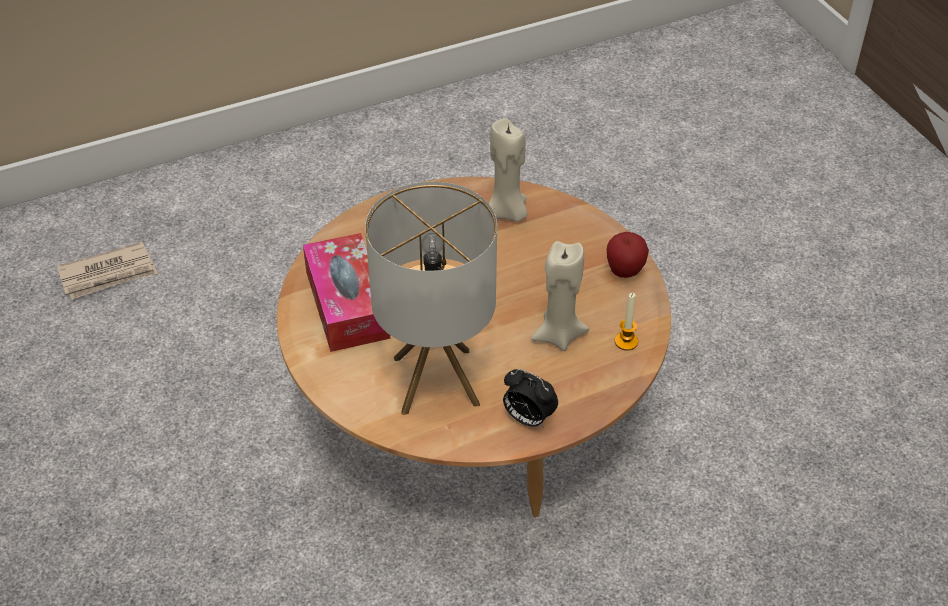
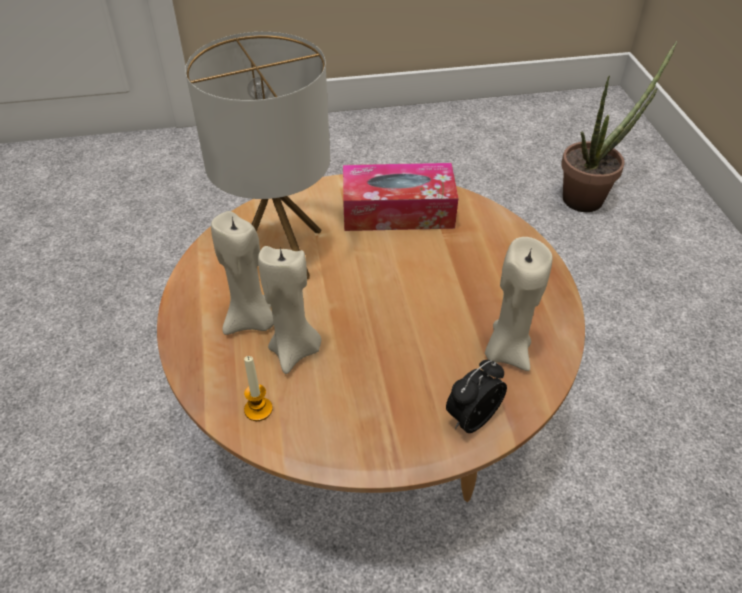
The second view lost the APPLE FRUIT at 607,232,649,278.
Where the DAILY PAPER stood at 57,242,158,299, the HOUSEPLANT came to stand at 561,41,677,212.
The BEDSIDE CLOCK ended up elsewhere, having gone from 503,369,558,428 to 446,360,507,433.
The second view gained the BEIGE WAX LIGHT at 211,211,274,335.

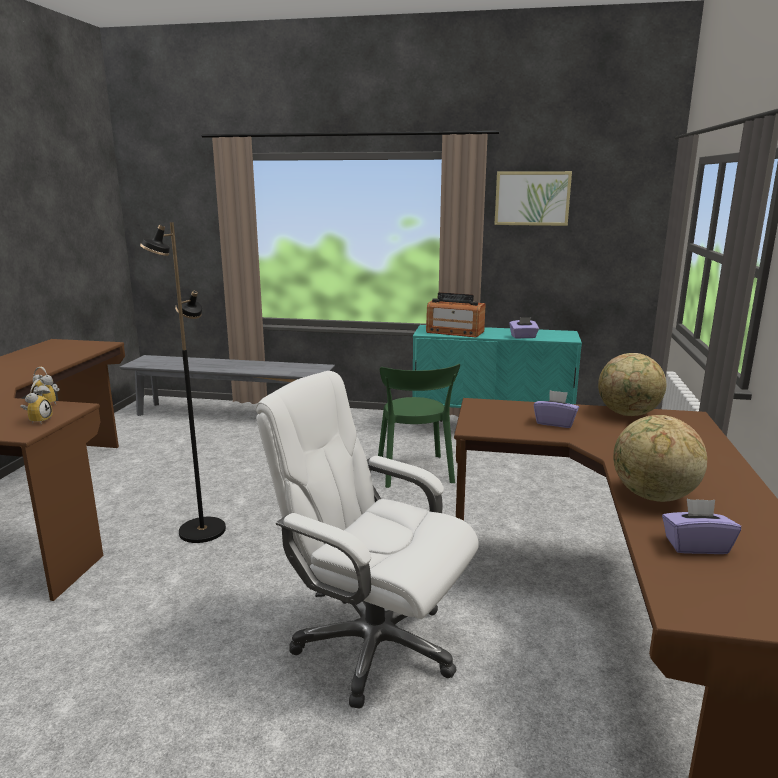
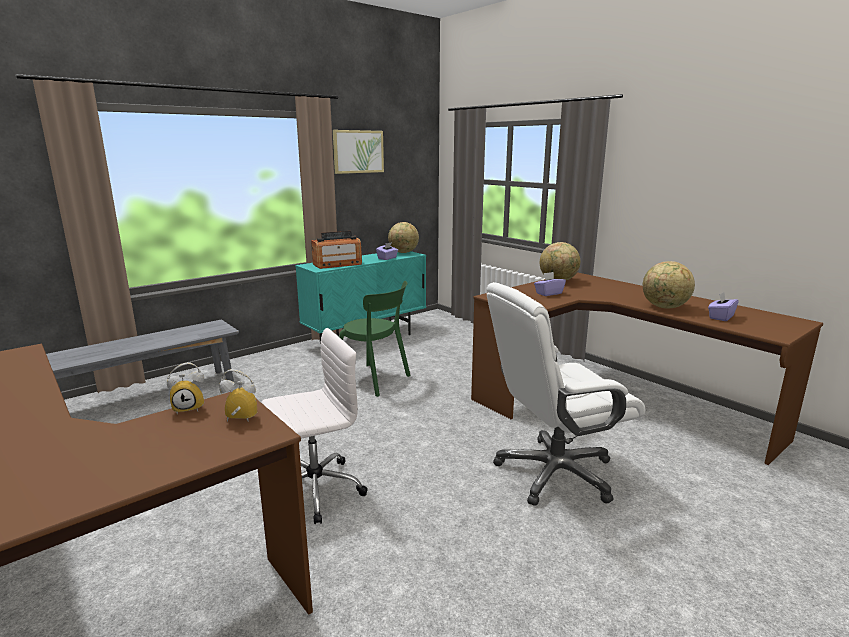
Where the BLACK-COLOURED STANDARD LAMP stood at 140,222,226,543, the WHITE DESK CHAIR came to stand at 261,328,368,524.
The BEDSIDE CLOCK at 20,379,53,424 ended up facing another way, 45 degrees counterclockwise from before.
The second view gained the WORLD GLOBE at 388,222,419,253.

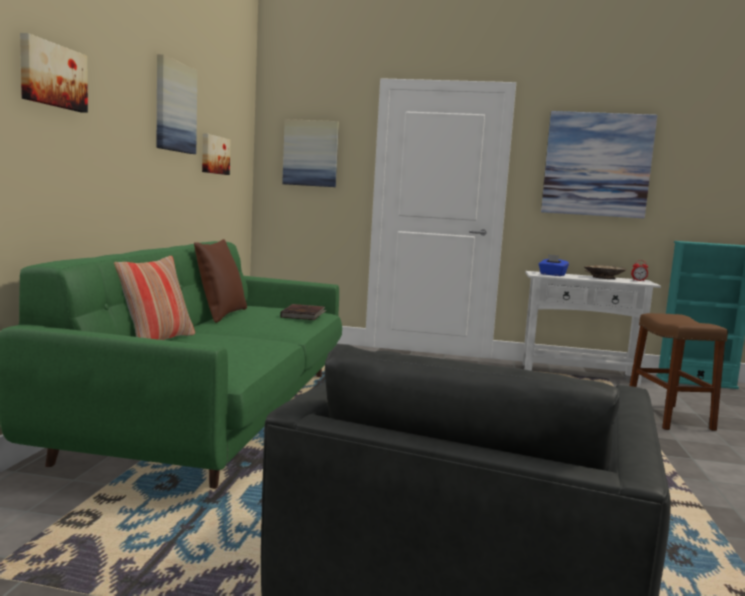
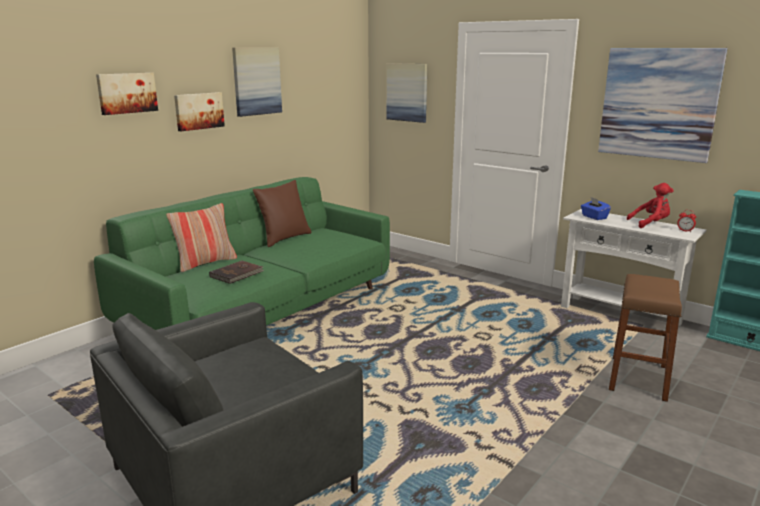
The WALL ART ended up elsewhere, having gone from 202,133,230,175 to 174,92,225,131.
Where the BEIGE DEEP DISH stood at 584,265,627,279, the REDDISH CUDDLY TOY came to stand at 627,183,674,228.
The BROWN-COLOURED VOLUME ended up elsewhere, having gone from 280,304,327,320 to 209,261,264,284.

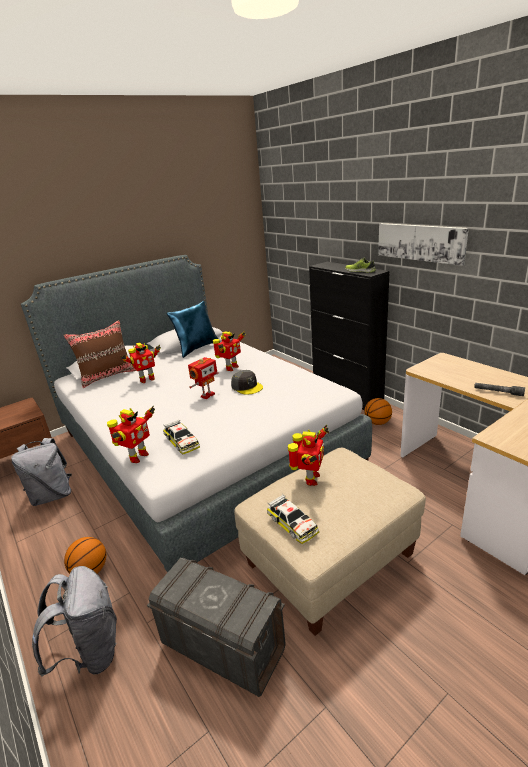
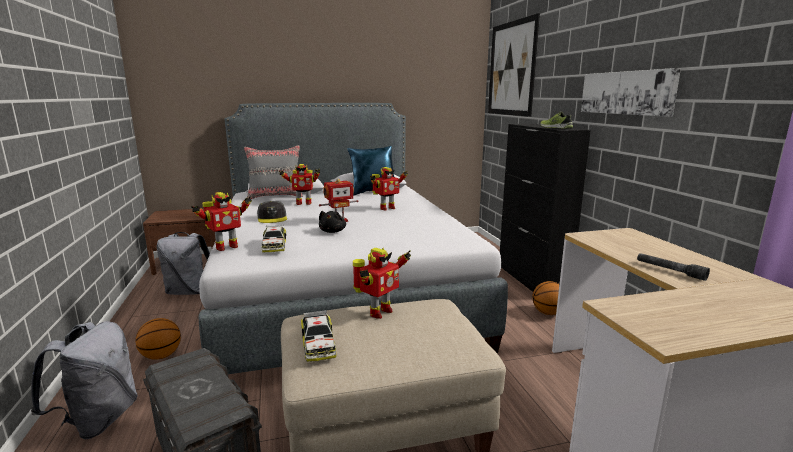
What was the BROWN-COLOURED CUSHION at 64,320,136,388 turned into the GREYISH CUSHION at 244,145,303,199.
The GREYISH PEAKED CAP ended up elsewhere, having gone from 231,370,263,395 to 257,201,287,223.
The second view gained the WALL ART at 488,13,540,117.
The second view gained the BLACK-COLOURED CUDDLY TOY at 319,211,346,233.

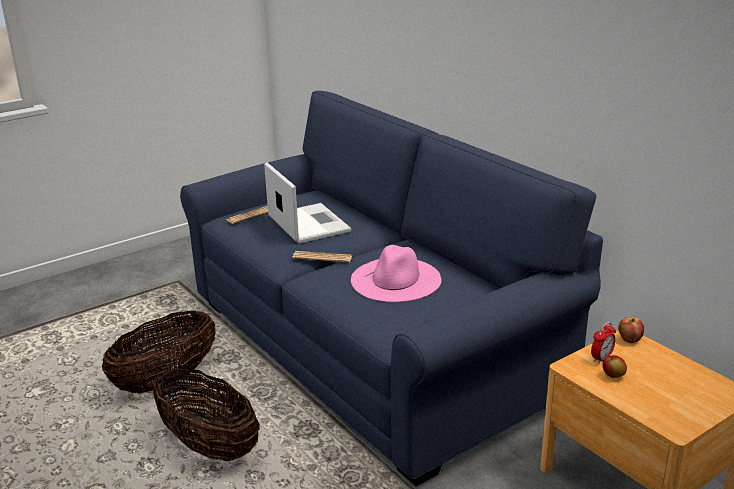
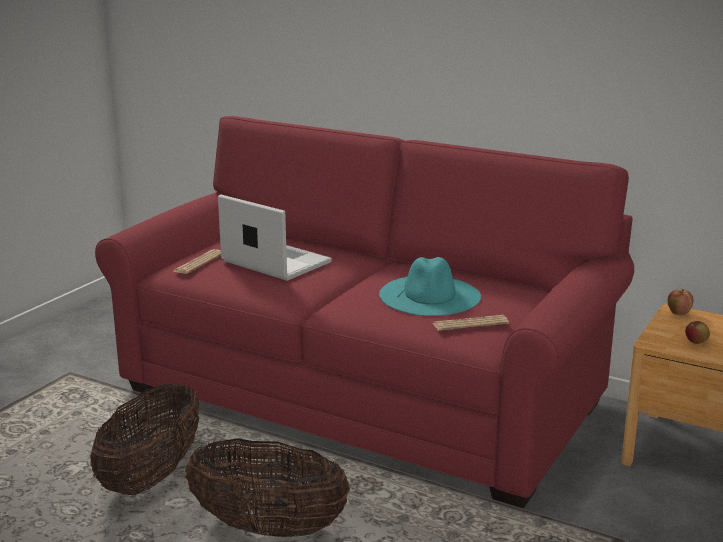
What was the BLUE-COLOURED SOFA at 180,91,603,487 turned into the REDDISH SOFA at 95,116,634,508.
What was the PINK HAT at 351,245,441,302 turned into the TURQUOISE-COLOURED HAT at 379,257,481,316.
The DAILY PAPER ended up elsewhere, having gone from 292,251,352,263 to 433,315,509,331.
The second view lost the BEDSIDE CLOCK at 591,322,616,364.

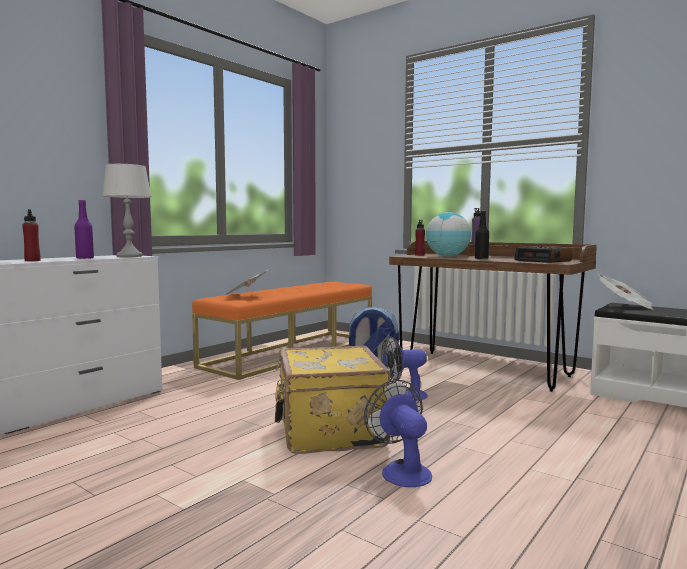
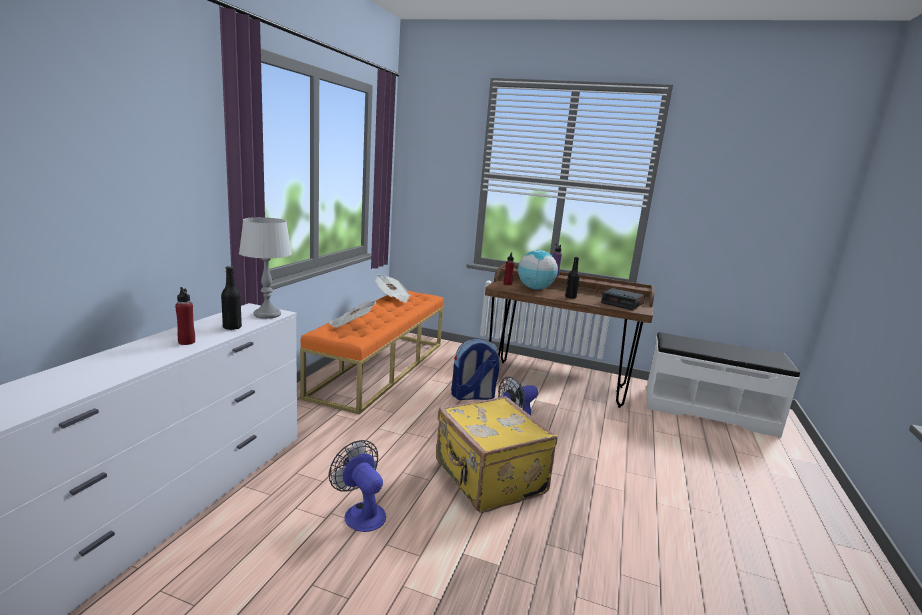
What was the PURPLE DRINK BOTTLE at 74,200,94,259 turned into the BLACK-COLOURED DRINK BOTTLE at 221,266,242,330.
The DAILY PAPER ended up elsewhere, having gone from 598,274,653,310 to 375,274,411,303.
The FAN ended up elsewhere, having gone from 364,380,432,487 to 329,440,386,532.

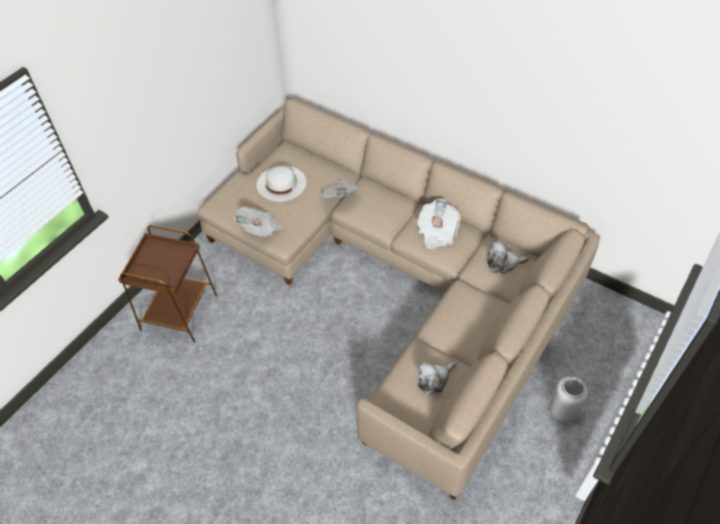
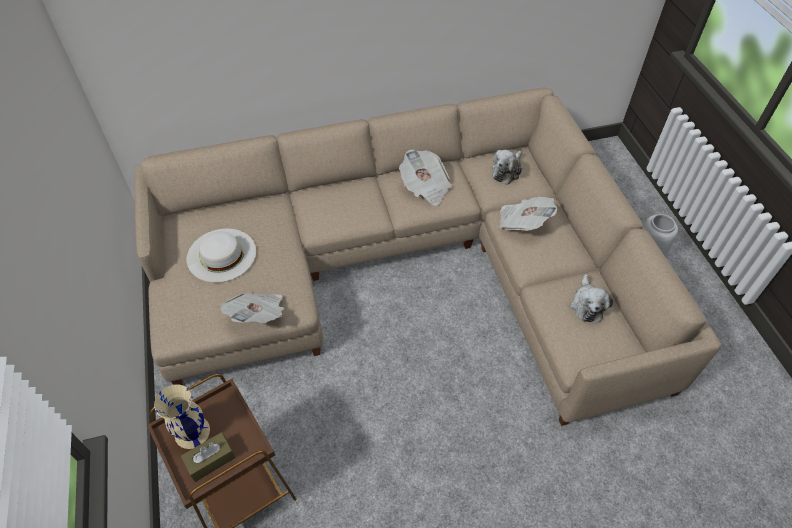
The DAILY PAPER ended up elsewhere, having gone from 320,181,360,198 to 499,196,557,231.
The second view gained the BEIGE DECORATIVE VASE at 154,384,210,449.
The second view gained the BROWN-COLOURED TISSUE HOLDER at 181,432,236,482.

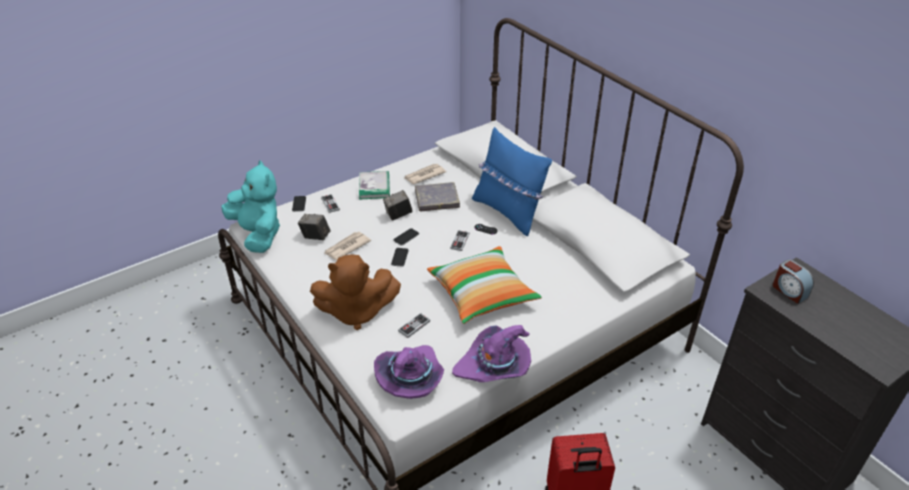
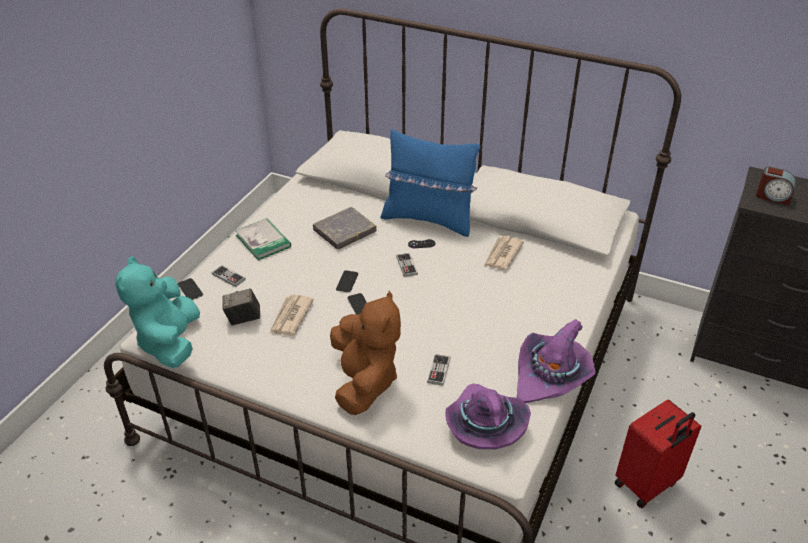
The TURQUOISE-COLOURED CUDDLY TOY at 221,160,280,253 ended up facing another way, 120 degrees counterclockwise from before.
The DAILY PAPER ended up elsewhere, having gone from 405,164,446,184 to 484,236,524,270.
The second view lost the STILL CAMERA at 383,190,413,221.
The second view lost the CUSHION at 427,246,542,324.
The BROWN-COLOURED CUDDLY TOY at 310,254,401,330 ended up facing another way, 60 degrees counterclockwise from before.

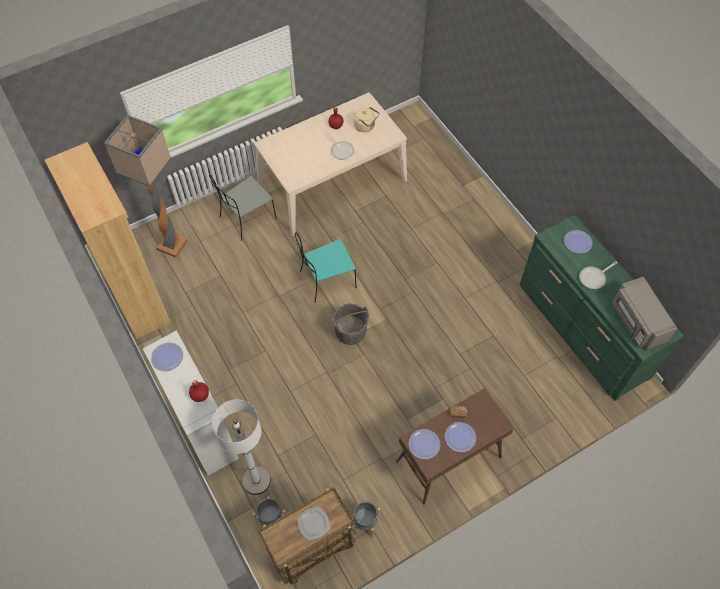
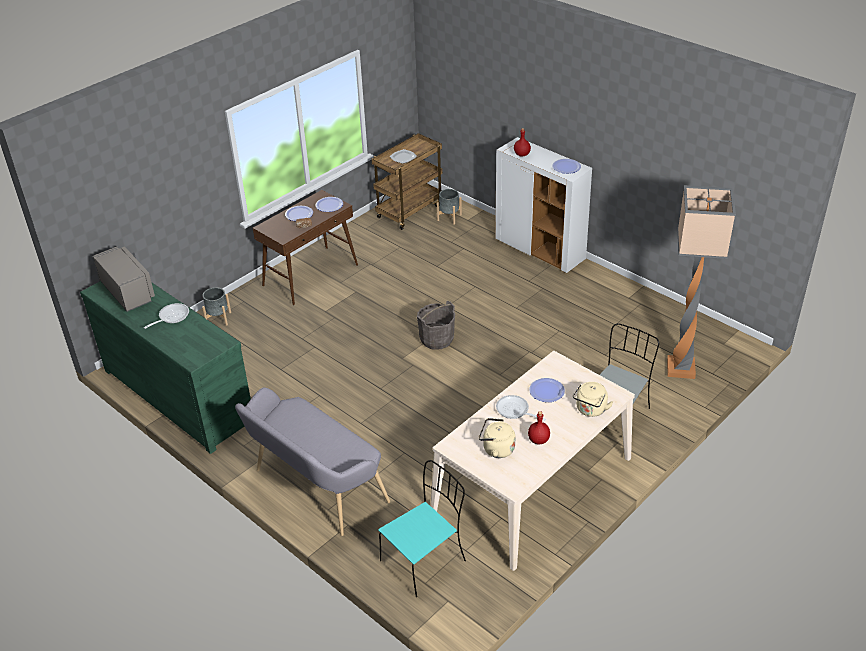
The second view lost the BROWN-COLOURED SHELVING UNIT at 45,142,171,339.
The DINNER PLATE ended up elsewhere, having gone from 564,230,593,254 to 529,378,565,402.
The TURQUOISE-COLOURED CHAIR ended up elsewhere, having gone from 295,232,357,303 to 378,460,466,597.
The second view lost the WHITE STANDARD LAMP at 212,400,271,495.
The GREYISH FLOWER POT ended up elsewhere, having gone from 352,501,380,537 to 202,287,231,326.
The second view gained the BEIGE TEA KETTLE at 573,382,613,417.
The second view gained the GREYISH INDOOR BENCH at 235,387,390,536.

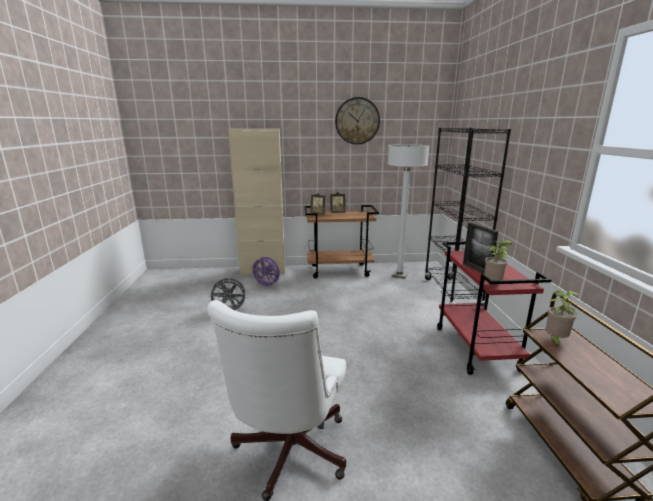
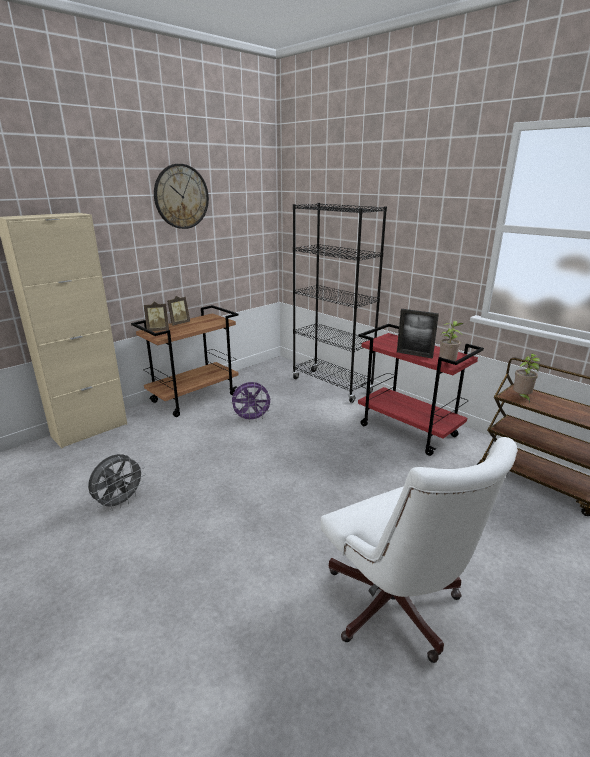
The second view lost the WHITE STANDARD LAMP at 388,144,429,279.
The PURPLE FAN ended up elsewhere, having gone from 250,257,280,289 to 230,382,273,423.

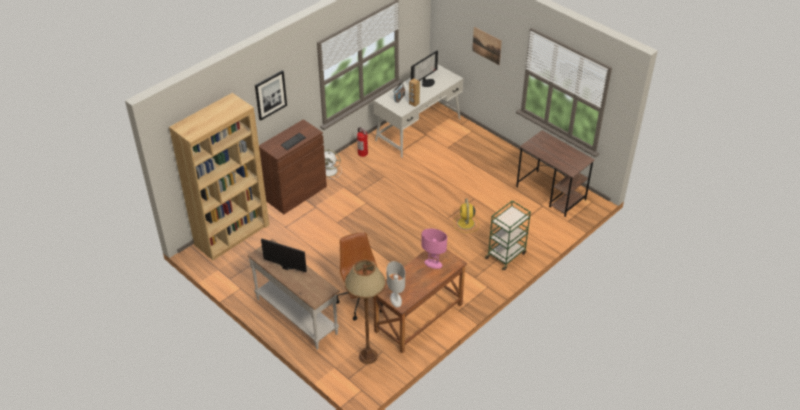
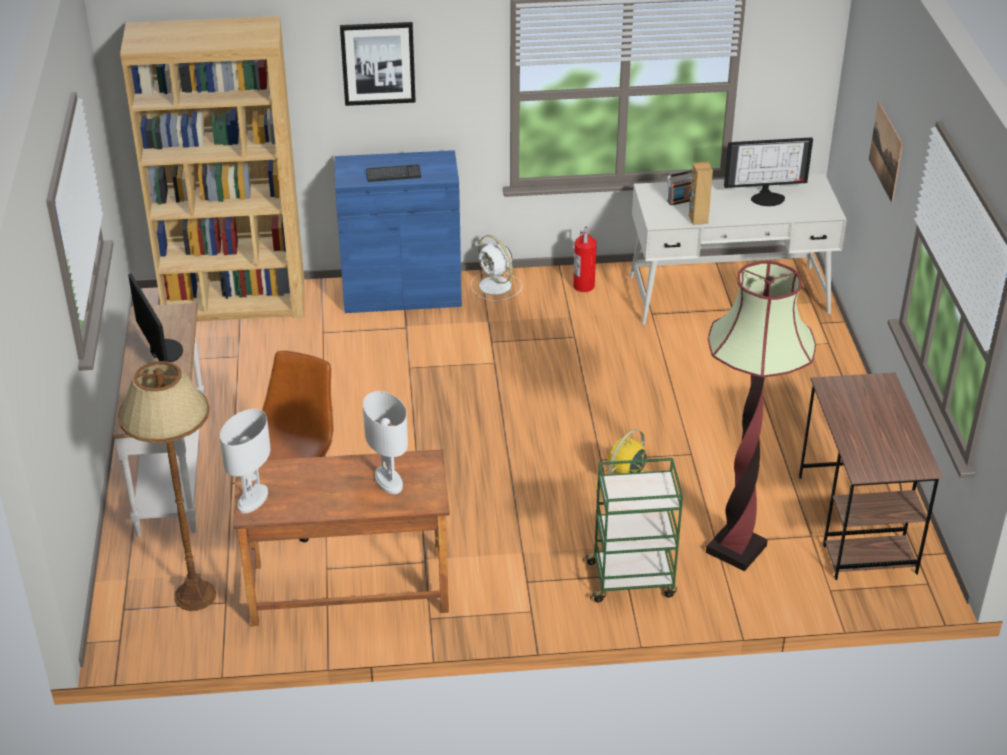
What was the BROWN-COLOURED CUPBOARD at 259,119,327,214 turned into the BLUE-COLOURED CUPBOARD at 334,150,462,313.
What was the PINK TABLE LAMP at 421,229,447,269 turned into the WHITE TABLE LAMP at 363,391,408,494.
The second view gained the STANDARD LAMP at 706,261,816,571.

